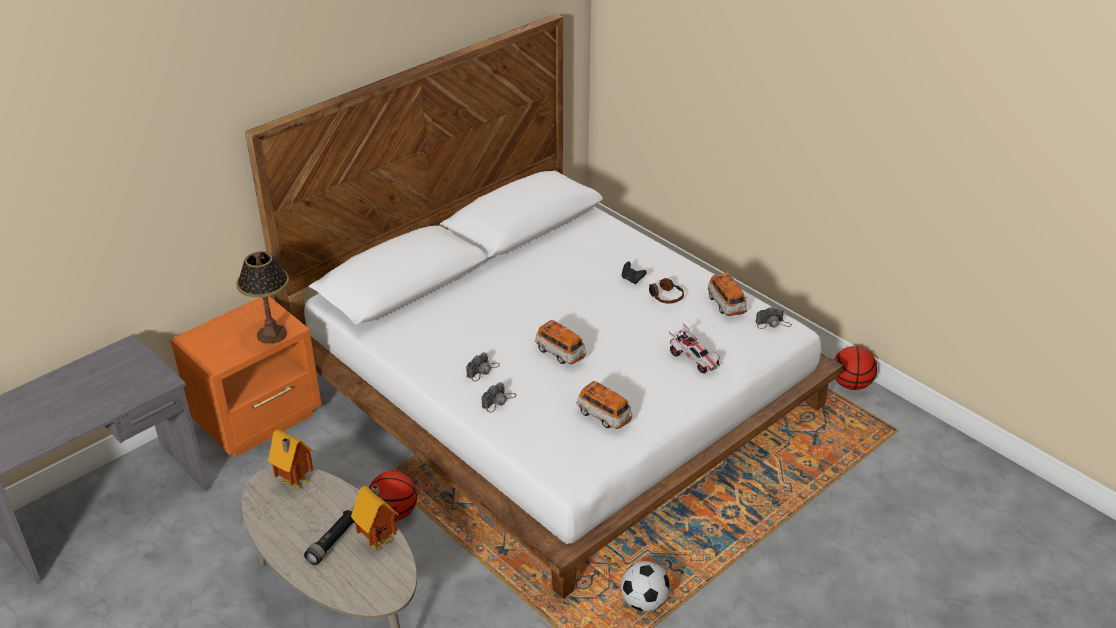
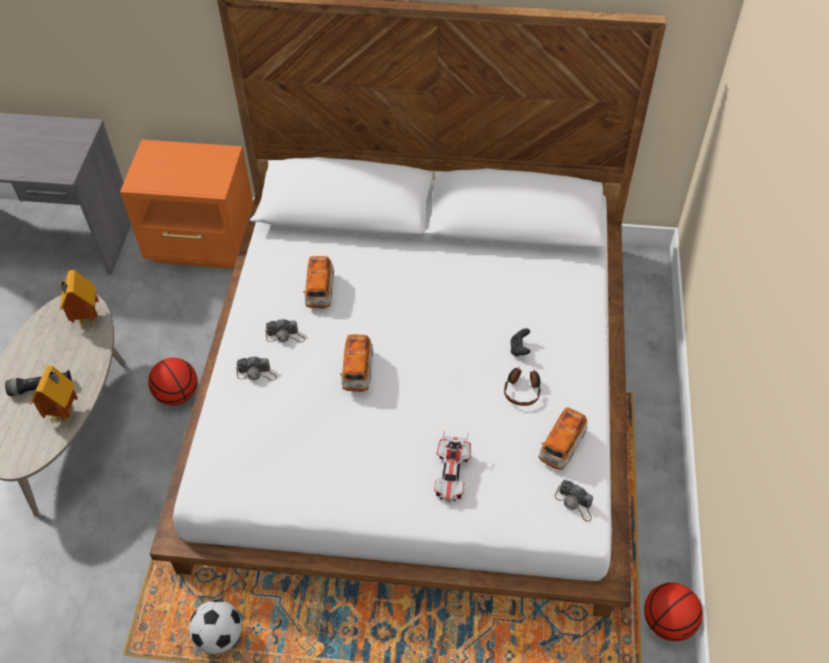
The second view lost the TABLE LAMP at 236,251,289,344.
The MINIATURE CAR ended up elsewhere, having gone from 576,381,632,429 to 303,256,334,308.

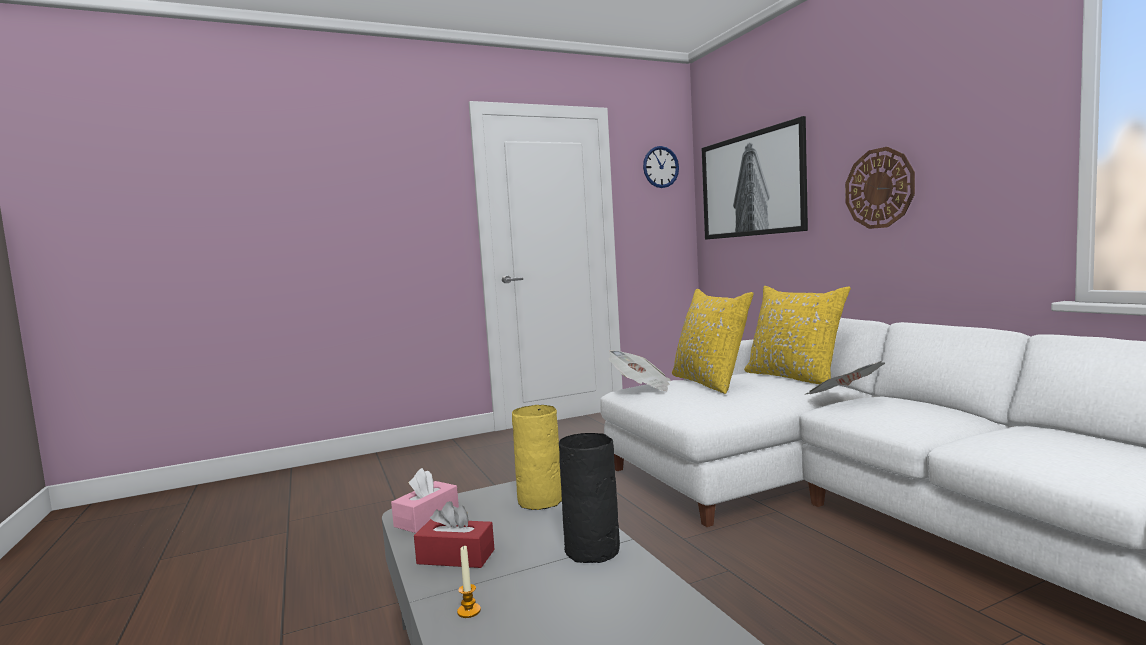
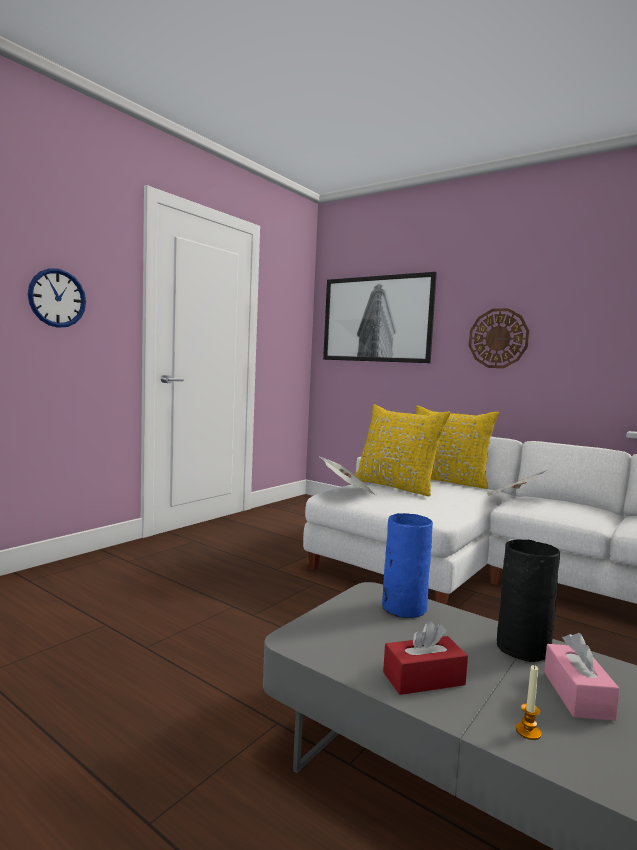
The CLOCK ON THE WALL ended up elsewhere, having gone from 643,146,679,188 to 28,268,86,328.
What was the YELLOW-COLOURED DECORATIVE VASE at 512,405,562,510 turned into the BLUE-COLOURED DECORATIVE VASE at 382,513,433,618.
The PINK TISSUE HOLDER ended up elsewhere, having gone from 391,468,459,533 to 544,633,620,721.

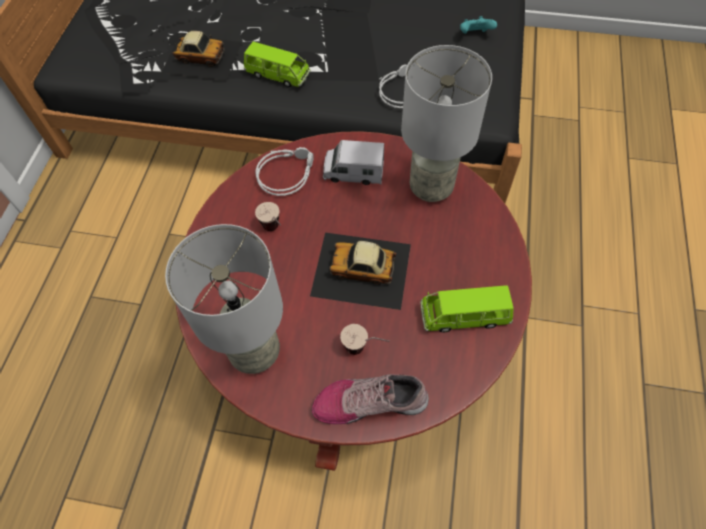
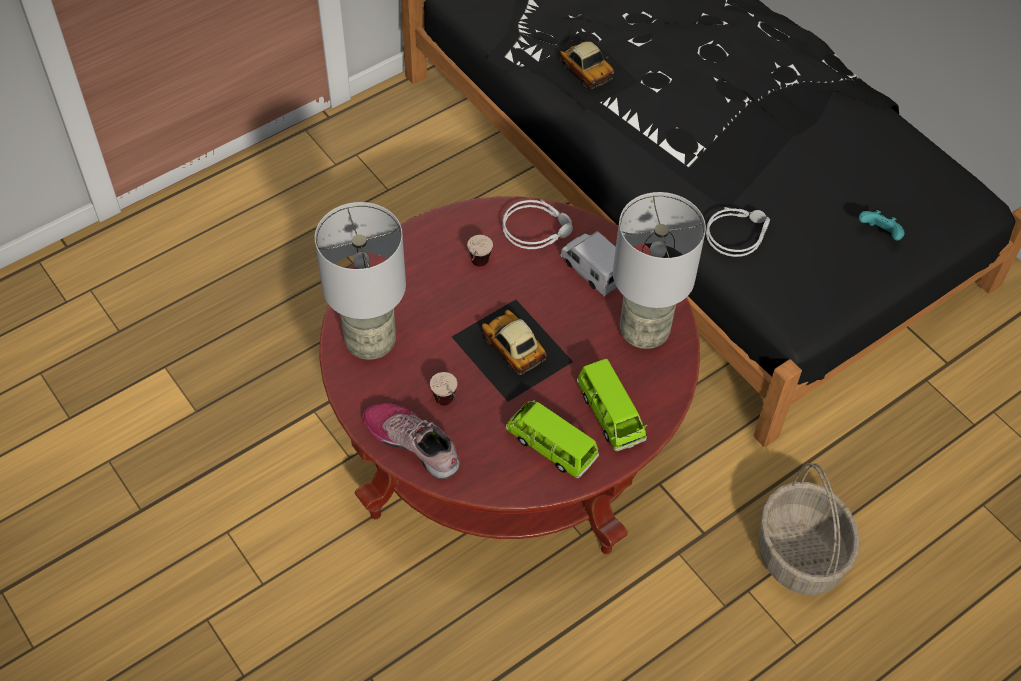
The GREEN MINIATURE CAR ended up elsewhere, having gone from 244,42,310,87 to 577,359,647,451.
The second view gained the BASKET at 758,463,860,595.

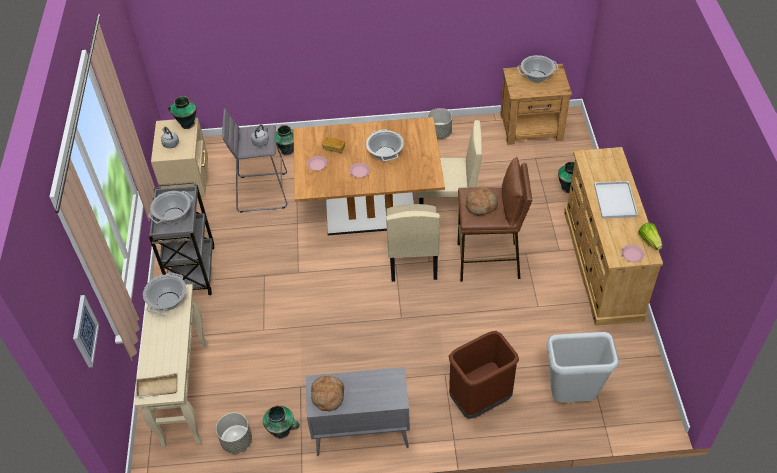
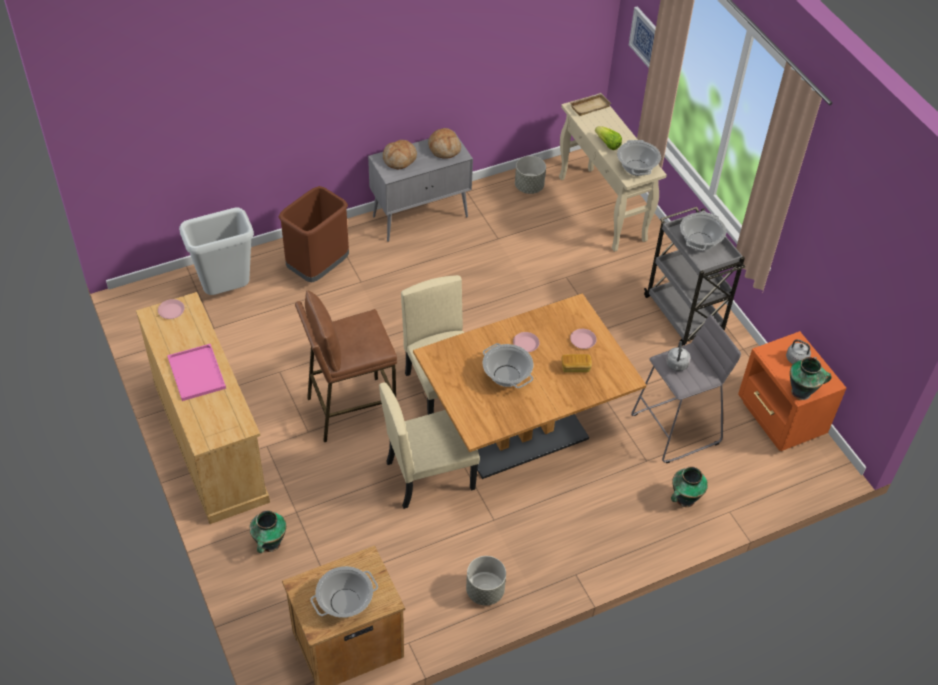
What was the BEIGE NIGHTSTAND at 151,118,208,198 turned into the ORANGE-COLOURED NIGHTSTAND at 738,331,846,451.
What was the WHITE CARRYING TRAY at 594,181,638,219 turned into the PINK CARRYING TRAY at 167,344,226,401.
The BAKERY BREAD ended up elsewhere, having gone from 466,187,498,215 to 383,140,417,169.
The HEAD OF LETTUCE ended up elsewhere, having gone from 638,223,662,250 to 595,126,622,150.
The second view lost the DECORATIVE VASE at 263,406,300,439.

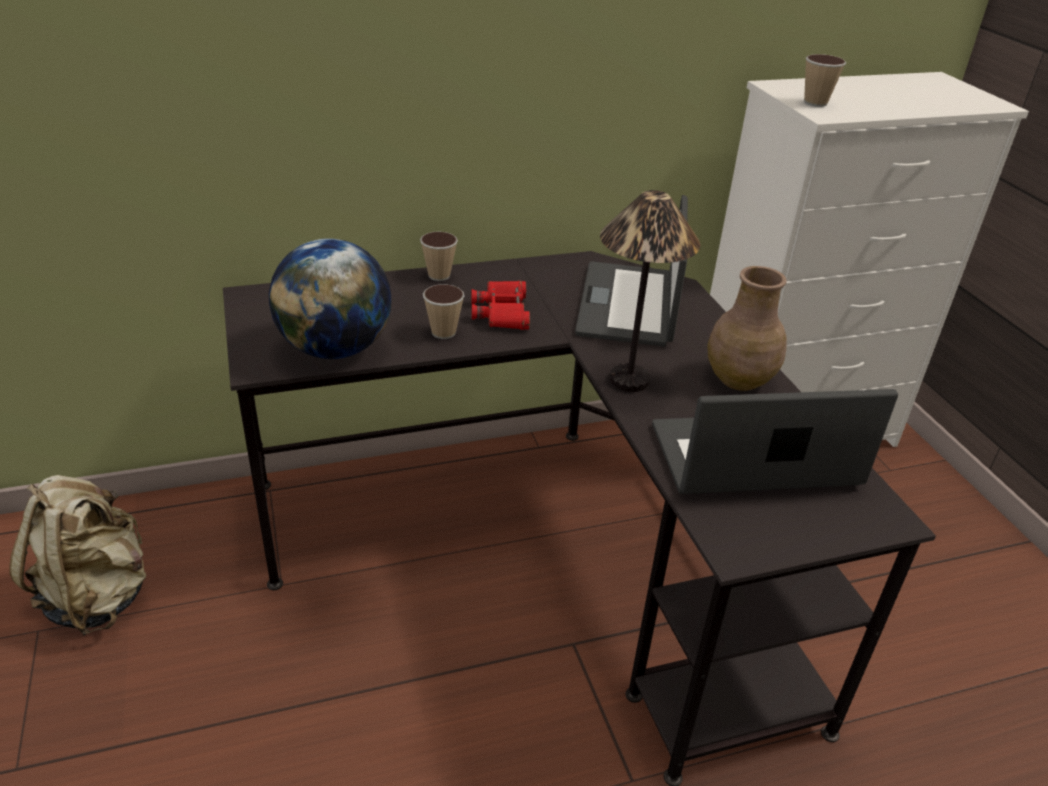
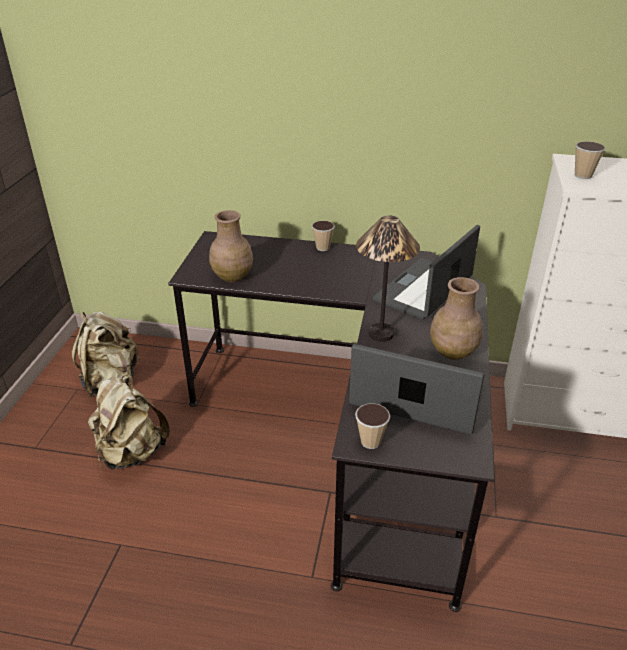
Where the WORLD GLOBE stood at 269,238,391,359, the BROWN-COLOURED DECORATIVE VASE came to stand at 209,210,253,282.
The second view lost the REDDISH PAIR OF BINOCULARS at 471,281,530,330.
The CUP ended up elsewhere, having gone from 423,284,464,339 to 355,403,390,449.
The second view gained the BEIGE RUCKSACK at 88,375,170,470.

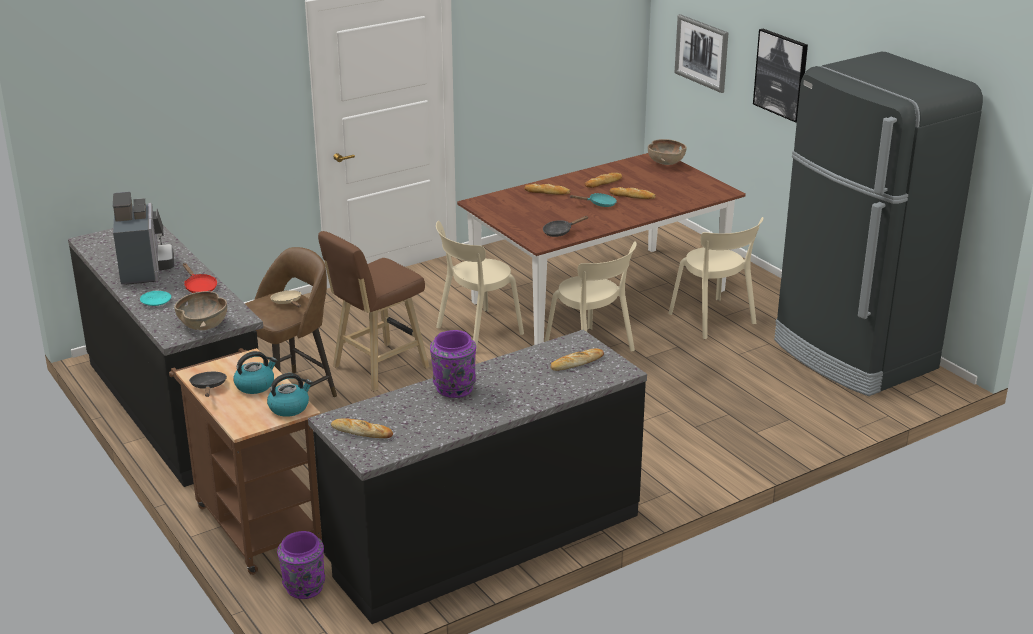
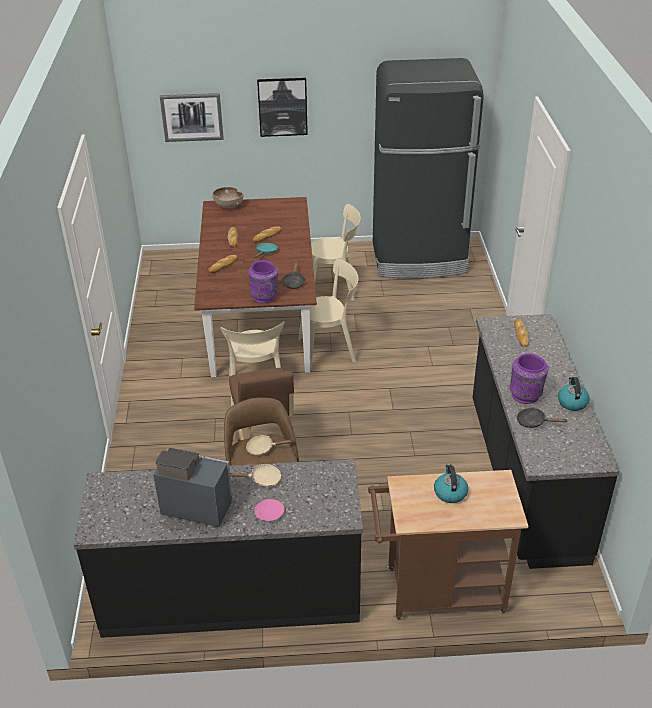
What was the REDDISH PAN at 183,263,217,293 turned into the BEIGE PAN at 230,464,281,487.
What was the TURQUOISE-COLOURED DINNER PLATE at 140,291,171,306 turned into the PINK DINNER PLATE at 254,499,284,521.
The second view lost the BROWN-COLOURED DEEP DISH at 174,291,227,330.
The BLACK-COLOURED PAN ended up elsewhere, having gone from 189,372,227,397 to 517,408,567,428.
The TEA KETTLE ended up elsewhere, having gone from 267,373,313,417 to 558,377,590,411.
The second view lost the BAKERY BREAD at 331,418,393,438.
The PURPLE DECORATIVE VASE ended up elsewhere, having gone from 277,531,325,599 to 248,260,278,303.

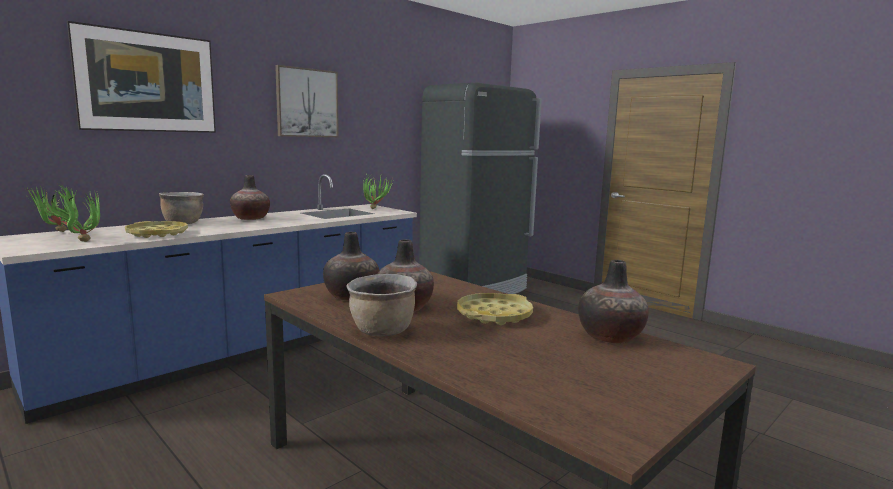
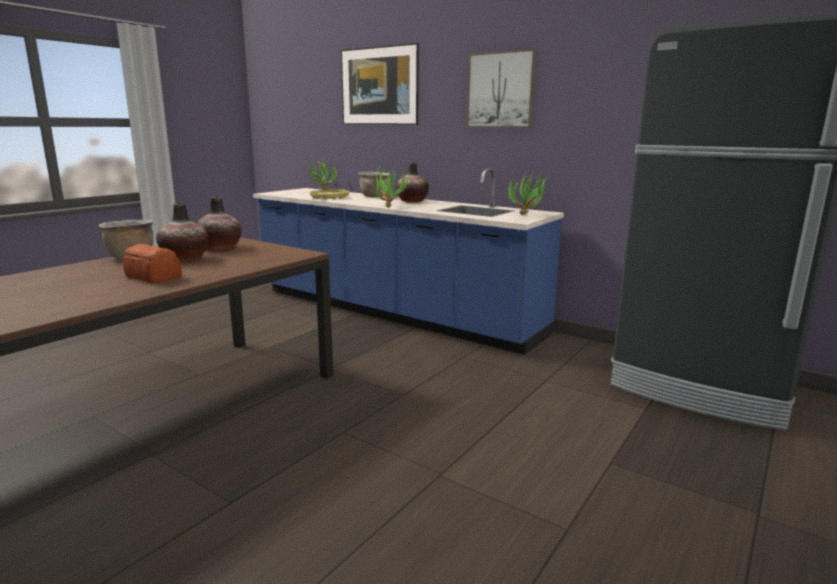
The HOUSEPLANT ended up elsewhere, having gone from 42,189,100,242 to 375,168,409,208.
The second view lost the DECORATIVE VASE at 578,260,649,344.
Where the YELLOW-COLOURED CARRYING TRAY stood at 457,293,533,325, the BAKERY BREAD came to stand at 123,244,182,283.

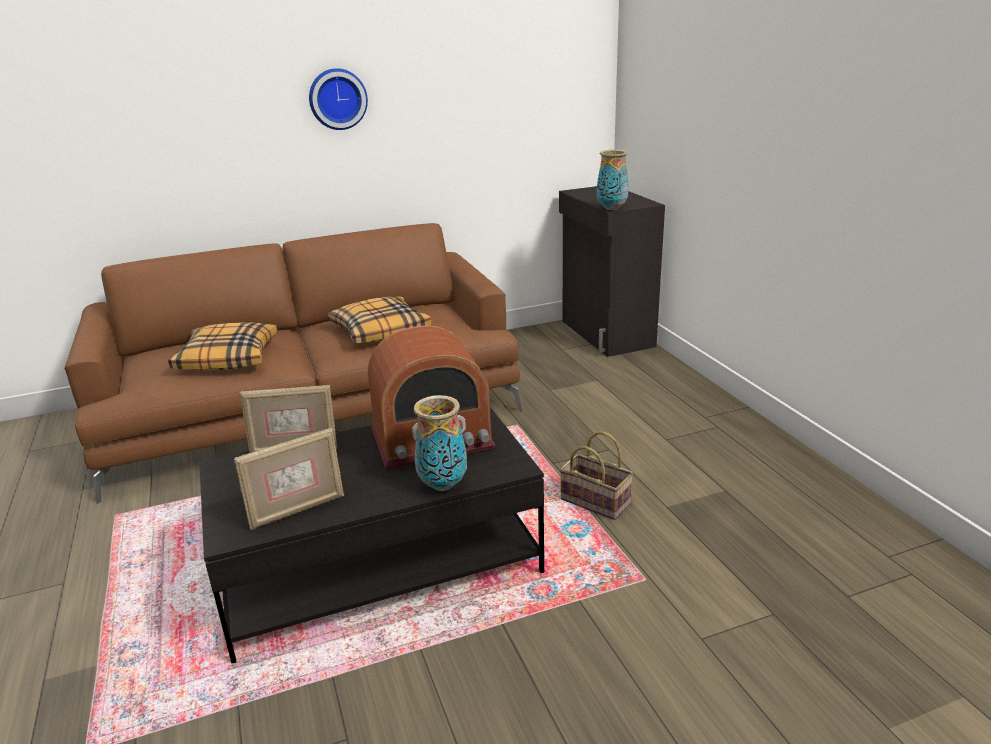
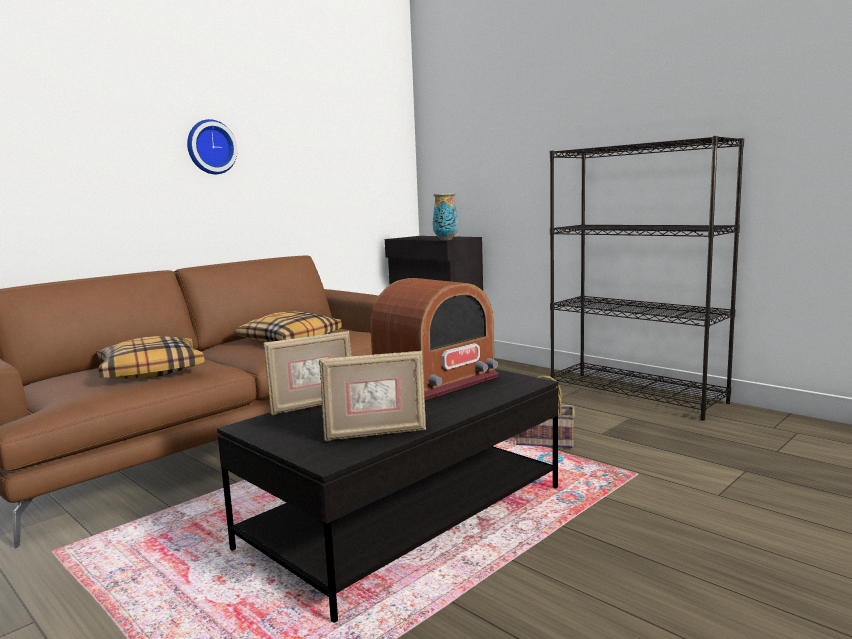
The second view lost the DECORATIVE VASE at 414,395,467,491.
The PHOTO FRAME at 234,427,344,530 ended up facing another way, 45 degrees clockwise from before.
The second view gained the BLACK-COLOURED SHELVING UNIT at 550,136,744,421.

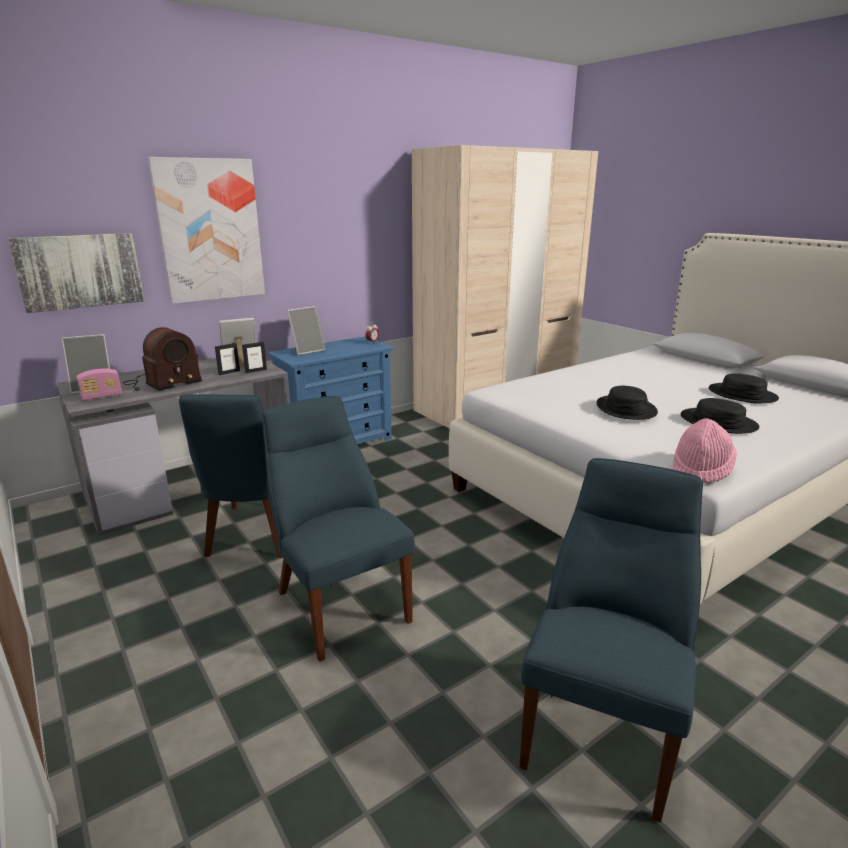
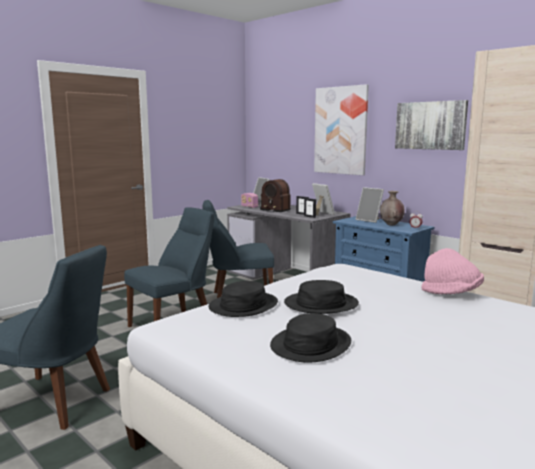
The WALL ART ended up elsewhere, having gone from 8,233,144,313 to 395,100,468,150.
The BLACK-COLOURED HAT ended up elsewhere, having gone from 709,373,779,404 to 208,281,278,317.
The PINK HAT ended up elsewhere, having gone from 673,418,737,483 to 422,248,484,294.
The second view gained the BROWN-COLOURED DECORATIVE VASE at 380,191,405,225.

